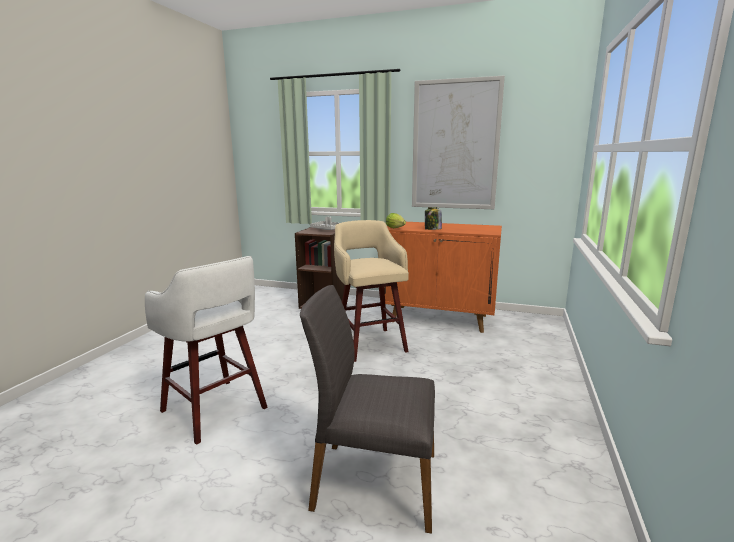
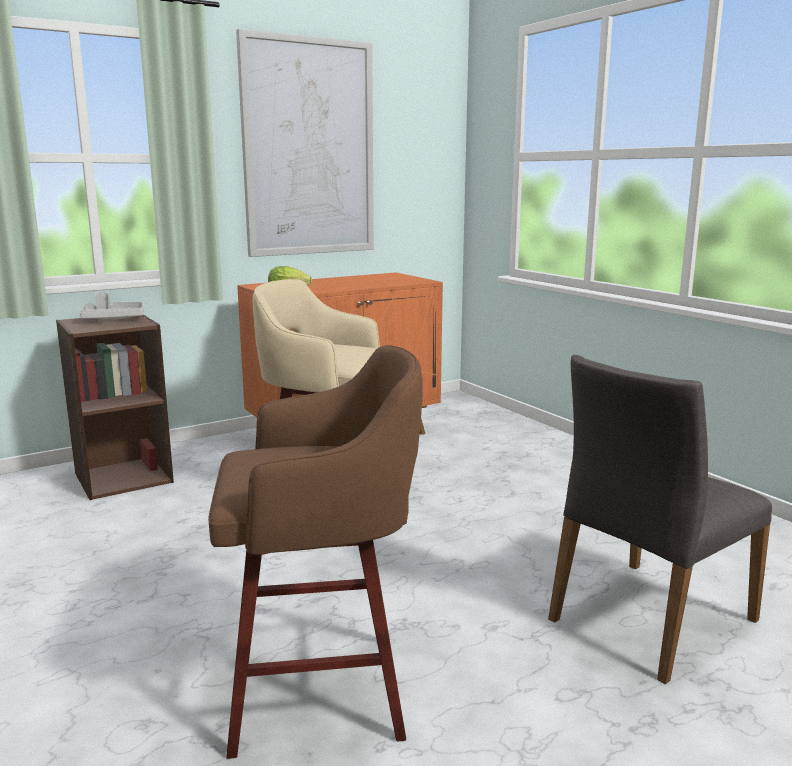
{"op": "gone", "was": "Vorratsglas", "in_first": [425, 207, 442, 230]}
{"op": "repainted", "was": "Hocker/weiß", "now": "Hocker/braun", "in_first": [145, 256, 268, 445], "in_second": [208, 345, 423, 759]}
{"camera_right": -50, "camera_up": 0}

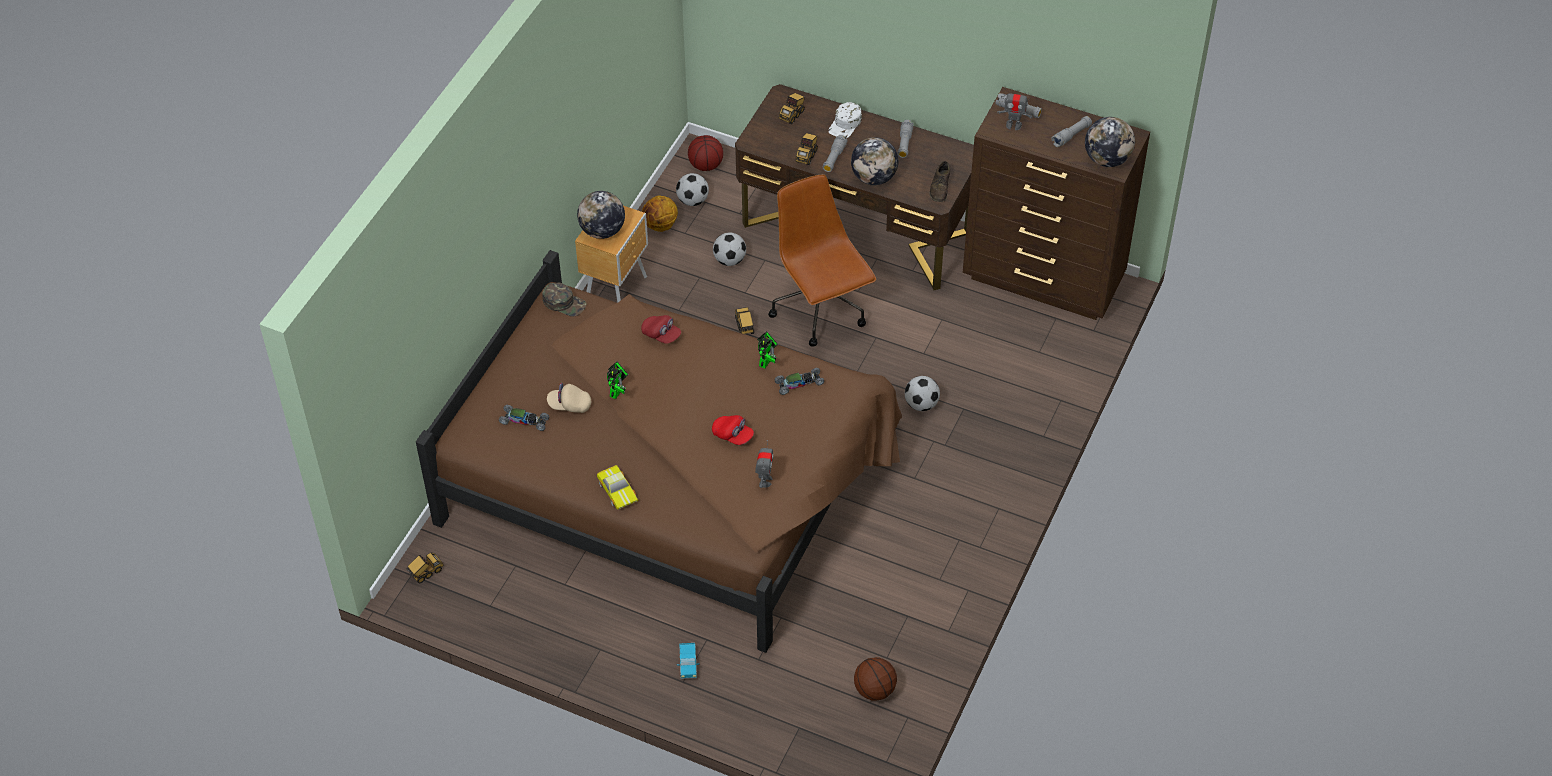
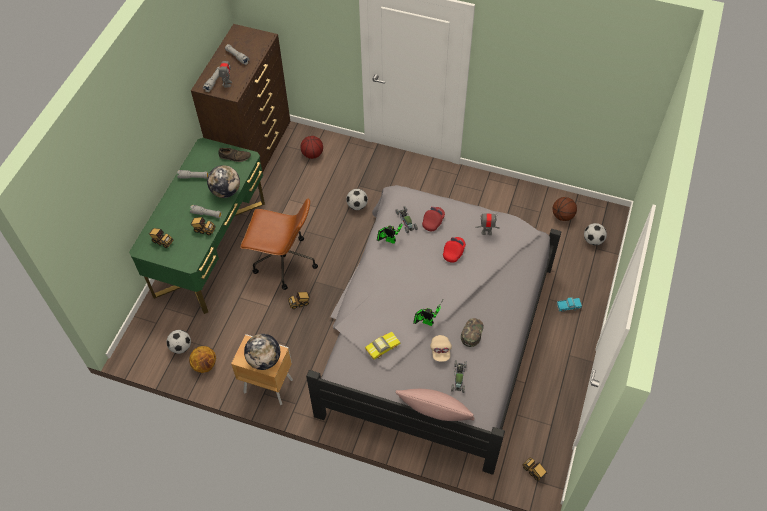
{"op": "gone", "was": "Kappe/weiß", "in_first": [828, 102, 862, 138]}
{"op": "gone", "was": "Globus", "in_first": [1085, 117, 1135, 167]}
{"op": "new", "now": "Kissen/rosa", "in_second": [395, 389, 475, 421]}
{"op": "shifted", "was": "Kappe/grün", "in_first": [542, 282, 586, 317], "in_second": [461, 318, 484, 347]}
{"op": "shifted", "was": "Spielzeugauto", "in_first": [597, 465, 639, 510], "in_second": [365, 332, 401, 360]}
{"op": "shifted", "was": "Kappe/rot", "in_first": [641, 315, 681, 344], "in_second": [422, 207, 445, 231]}
{"op": "shifted", "was": "Basketball", "in_first": [688, 135, 723, 171], "in_second": [300, 136, 323, 159]}
{"op": "shifted", "was": "Fußball", "in_first": [713, 232, 746, 266], "in_second": [584, 223, 607, 245]}
{"op": "repainted", "was": "Bett/braun", "now": "Bett/grau", "in_first": [416, 250, 902, 653], "in_second": [306, 185, 561, 475]}
{"op": "repainted", "was": "Schreibtisch/braun", "now": "Schreibtisch/grün", "in_first": [735, 84, 974, 290], "in_second": [129, 138, 265, 314]}
{"op": "rotated", "was": "Bürostuhl/braun", "in_first": [768, 174, 876, 347], "in_second": [240, 198, 318, 290], "clockwise": -135}
{"camera_right": -95, "camera_up": 5}

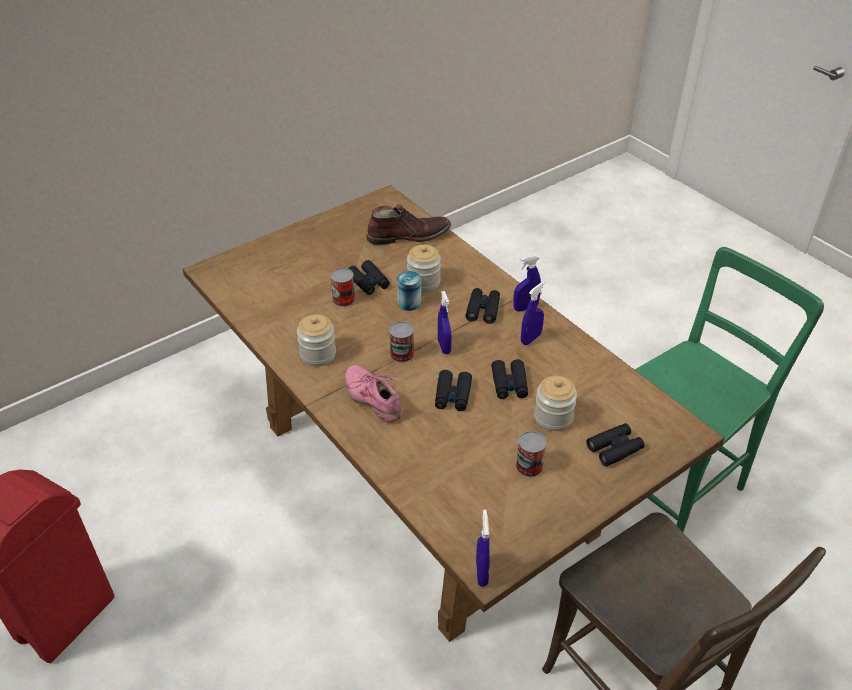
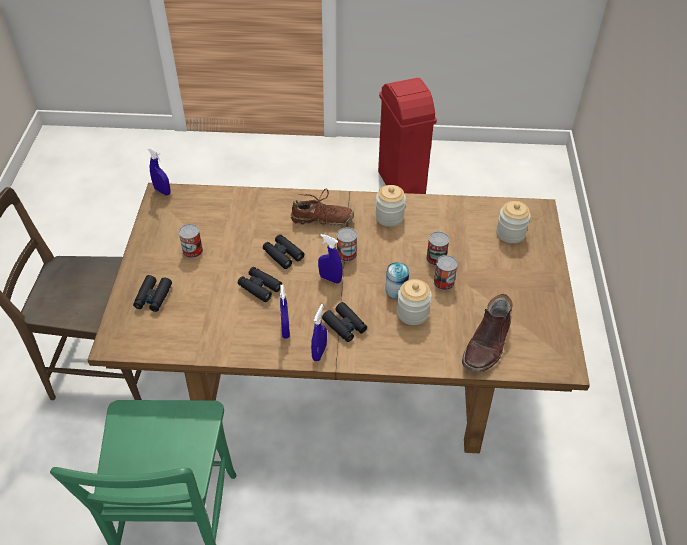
{"op": "shifted", "was": "Vorratsglas", "in_first": [534, 376, 577, 431], "in_second": [496, 201, 531, 243]}
{"op": "swapped", "was": "Fernglas/schwarz", "now": "Dose", "in_first": [348, 260, 390, 295], "in_second": [434, 255, 458, 290]}
{"op": "repainted", "was": "Schuh/rosa", "now": "Schuh/braun", "in_first": [345, 365, 405, 422], "in_second": [291, 189, 354, 226]}
{"camera_right": 130, "camera_up": 5}

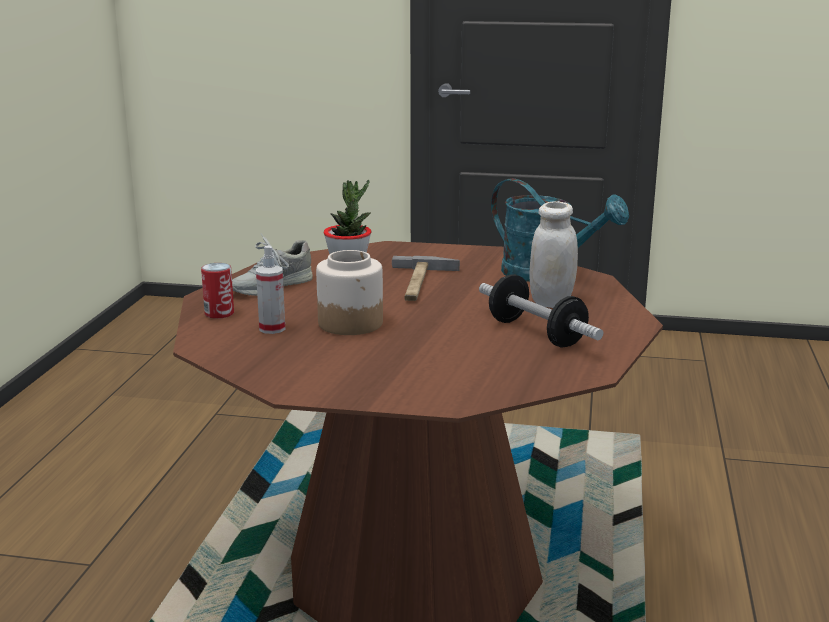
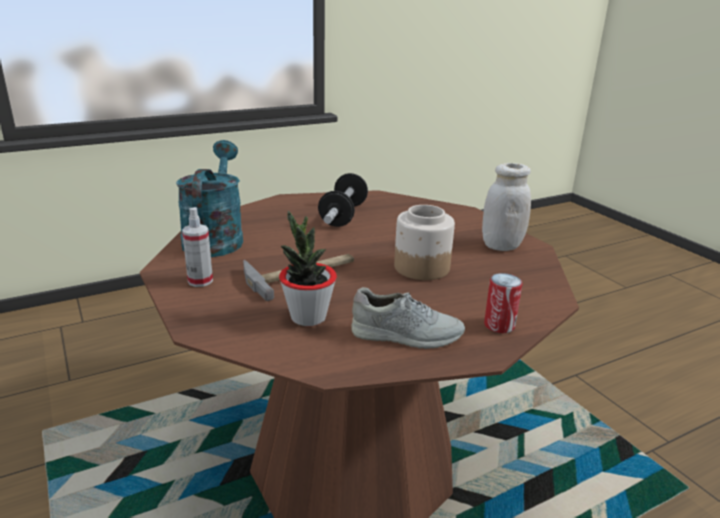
{"op": "shifted", "was": "Sprühflasche", "in_first": [256, 246, 285, 334], "in_second": [182, 207, 213, 287]}
{"op": "shifted", "was": "Vorratsglas/weiß", "in_first": [529, 201, 578, 308], "in_second": [482, 163, 531, 251]}
{"camera_right": -130, "camera_up": 5}

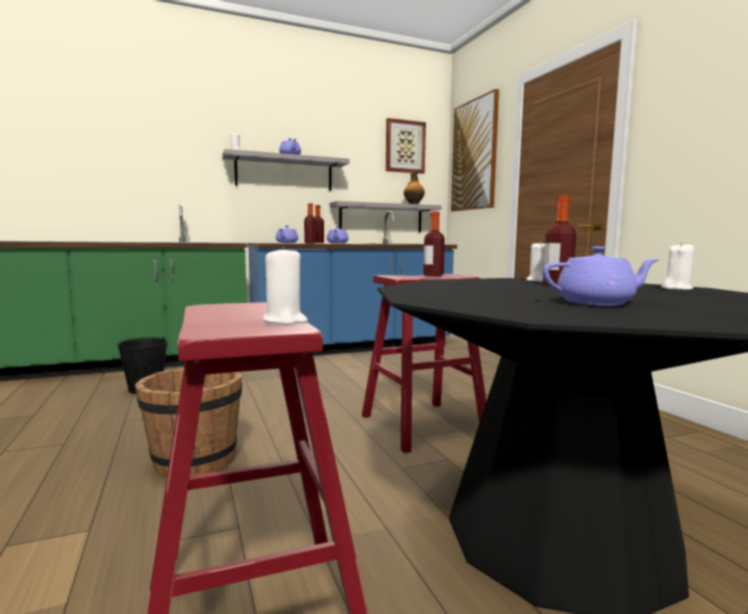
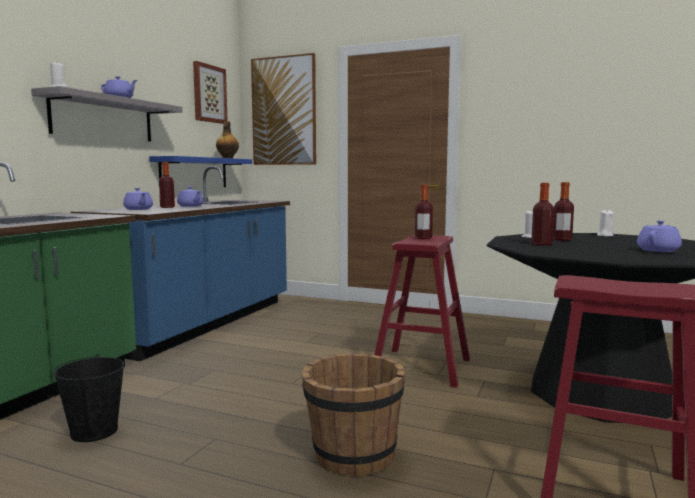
{"op": "gone", "was": "Kerze/weiß", "in_first": [263, 246, 308, 325]}
{"op": "shifted", "was": "Flasche", "in_first": [304, 203, 317, 243], "in_second": [531, 183, 554, 245]}
{"op": "repainted", "was": "Wandregal/grau", "now": "Wandregal/blau", "in_first": [329, 201, 441, 232], "in_second": [149, 156, 252, 187]}
{"camera_right": -45, "camera_up": 0}

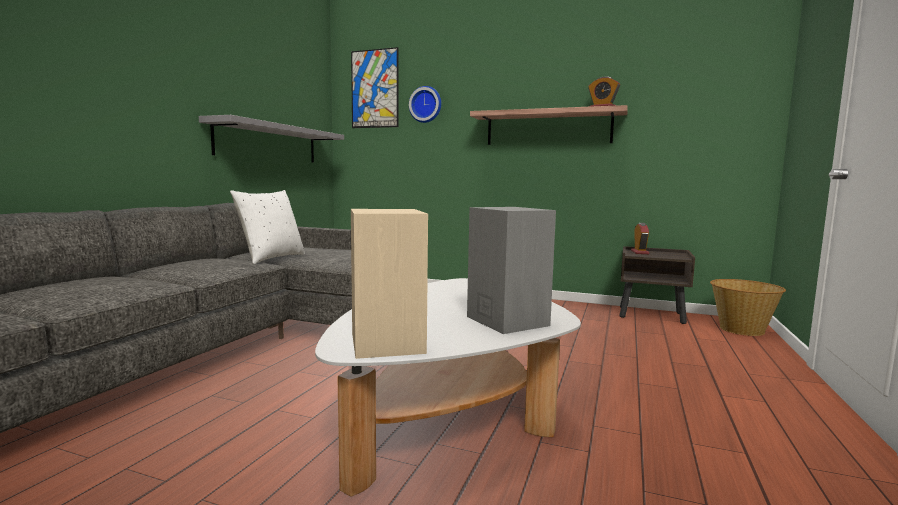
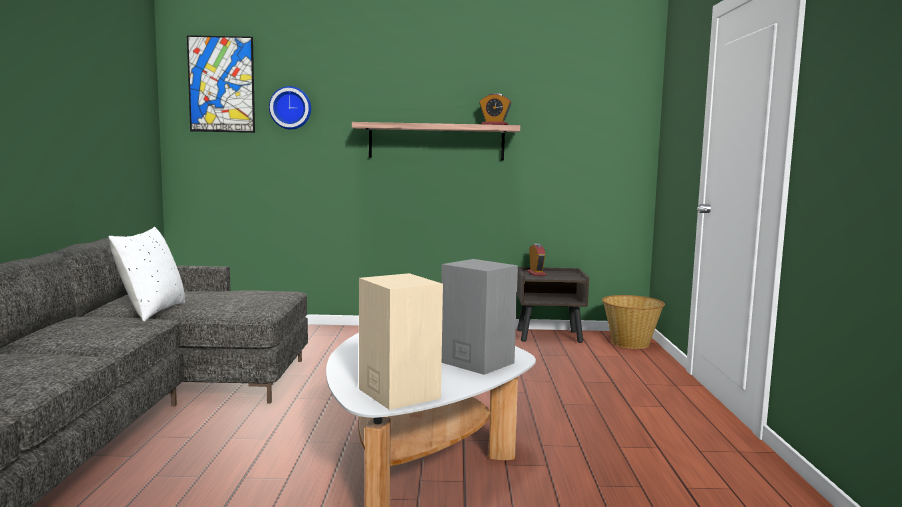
{"op": "gone", "was": "Wandregal/grau", "in_first": [199, 115, 344, 163]}
{"camera_right": -20, "camera_up": 0}

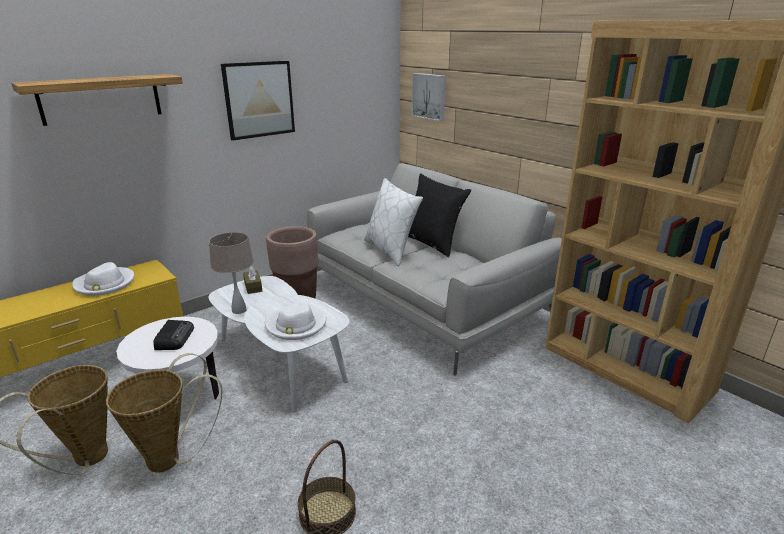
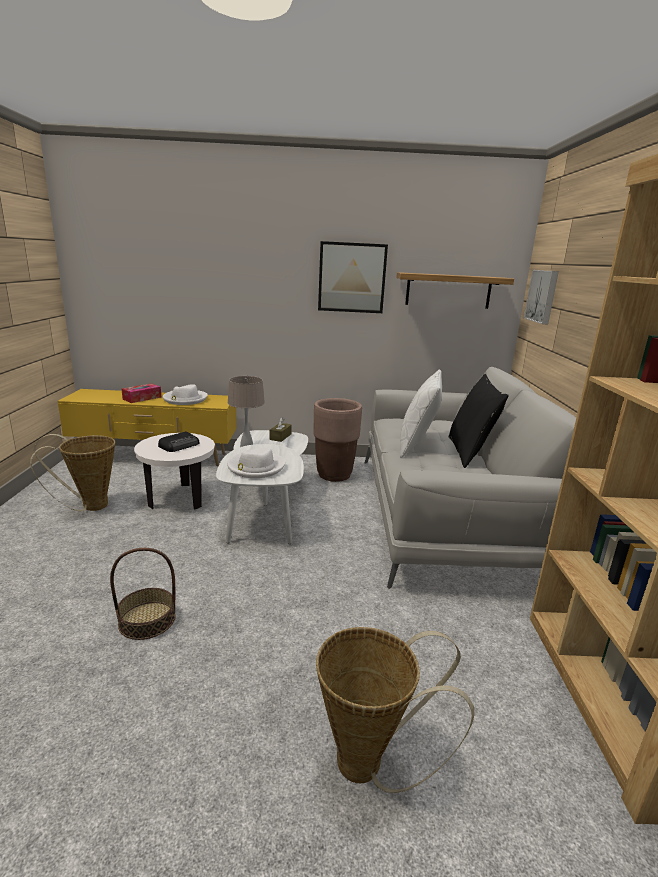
{"op": "new", "now": "Taschentuchbox", "in_second": [122, 383, 161, 403]}
{"op": "shifted", "was": "Wandregal", "in_first": [11, 74, 183, 126], "in_second": [396, 272, 514, 309]}
{"op": "shifted", "was": "Korb", "in_first": [106, 353, 223, 473], "in_second": [316, 627, 475, 793]}
{"camera_right": 40, "camera_up": -5}

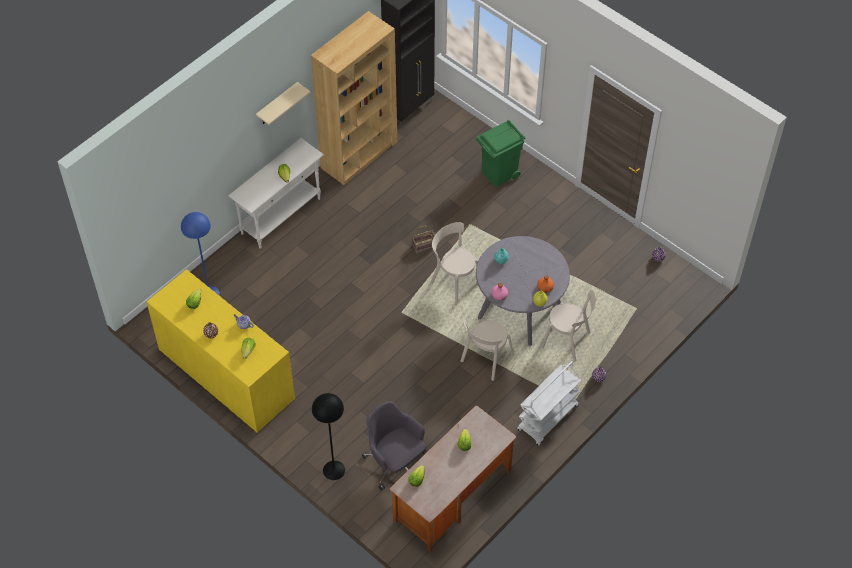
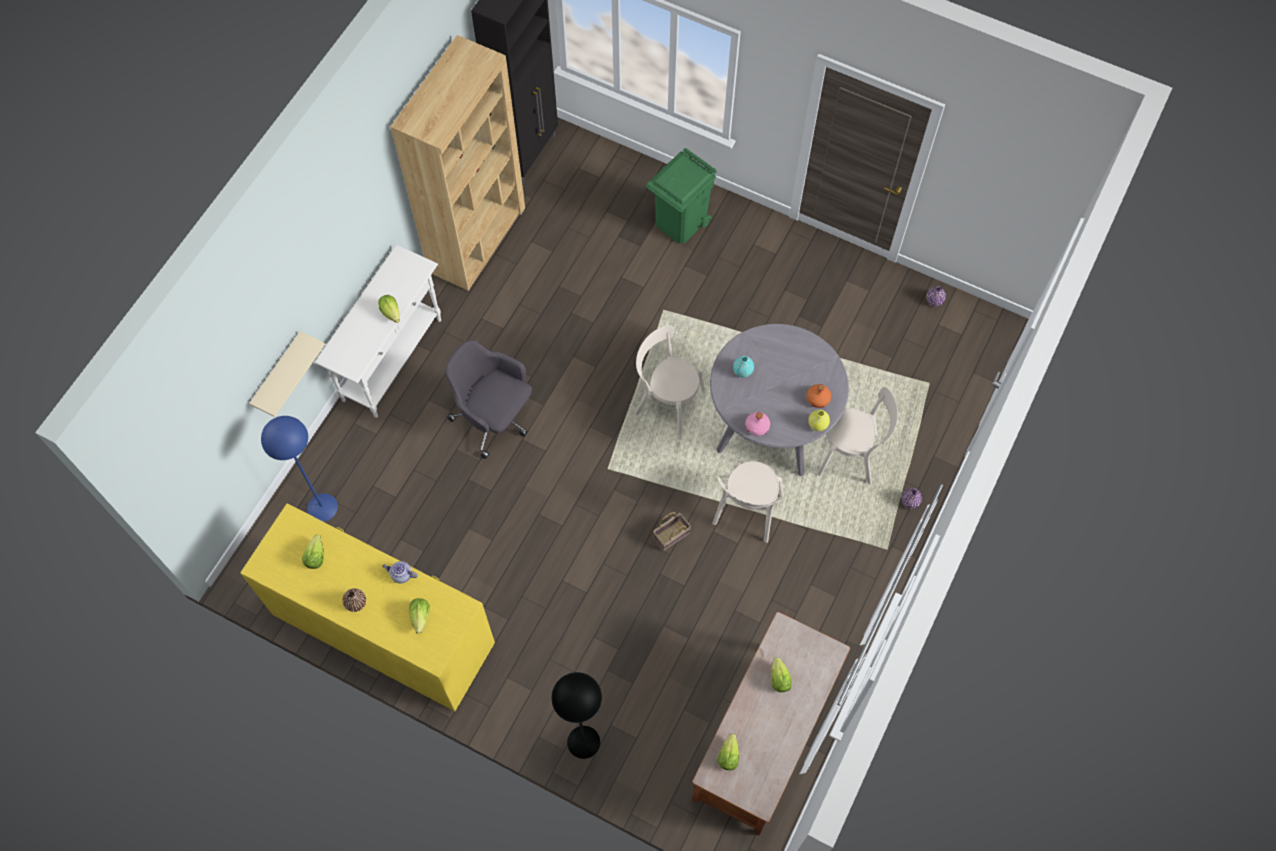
{"op": "gone", "was": "Rollwagen/weiß", "in_first": [517, 361, 581, 446]}
{"op": "shifted", "was": "Wandregal/beige", "in_first": [256, 82, 311, 125], "in_second": [249, 331, 325, 417]}
{"op": "shifted", "was": "Bürostuhl/grau", "in_first": [362, 401, 426, 491], "in_second": [446, 340, 532, 459]}
{"op": "shifted", "was": "Korb", "in_first": [412, 226, 435, 252], "in_second": [653, 512, 691, 551]}
{"camera_right": -15, "camera_up": 10}

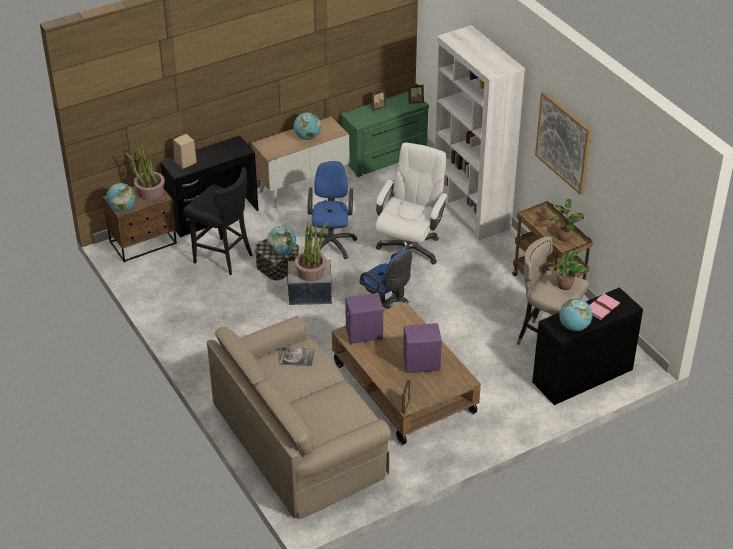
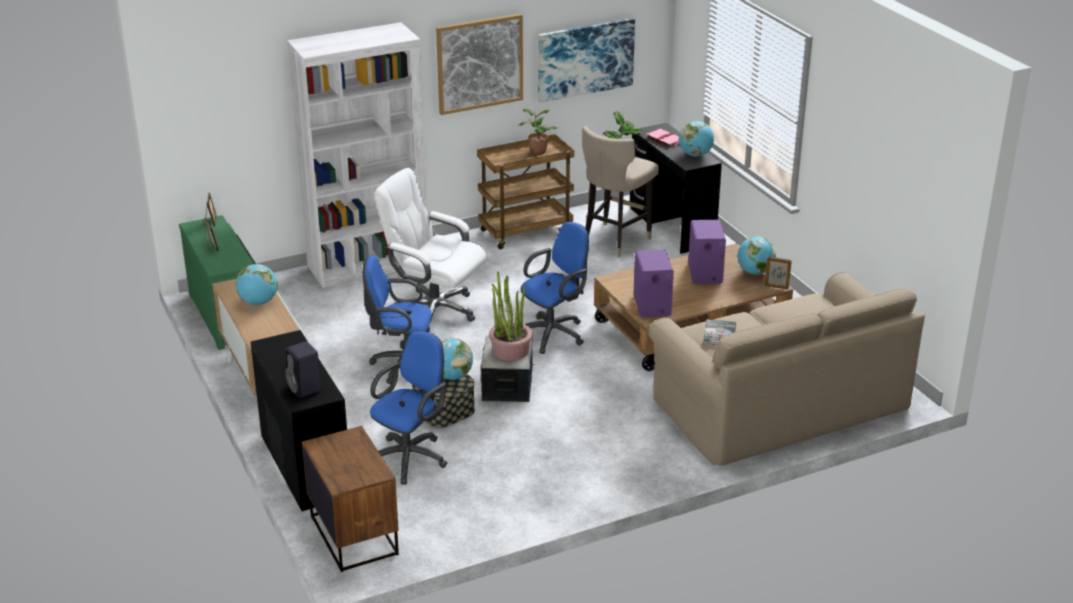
{"op": "gone", "was": "Topfpflanze", "in_first": [125, 145, 165, 200]}
{"op": "new", "now": "Bild", "in_second": [538, 18, 635, 103]}
{"op": "shifted", "was": "Globus", "in_first": [106, 183, 136, 212], "in_second": [738, 236, 776, 274]}
{"op": "swapped", "was": "Hocker/schwarz", "now": "Bürostuhl/blau", "in_first": [183, 167, 252, 275], "in_second": [370, 331, 447, 484]}
{"op": "repainted", "was": "Lautsprecher/beige", "now": "Lautsprecher/schwarz", "in_first": [173, 134, 197, 169], "in_second": [286, 341, 322, 398]}
{"camera_right": -85, "camera_up": -10}

